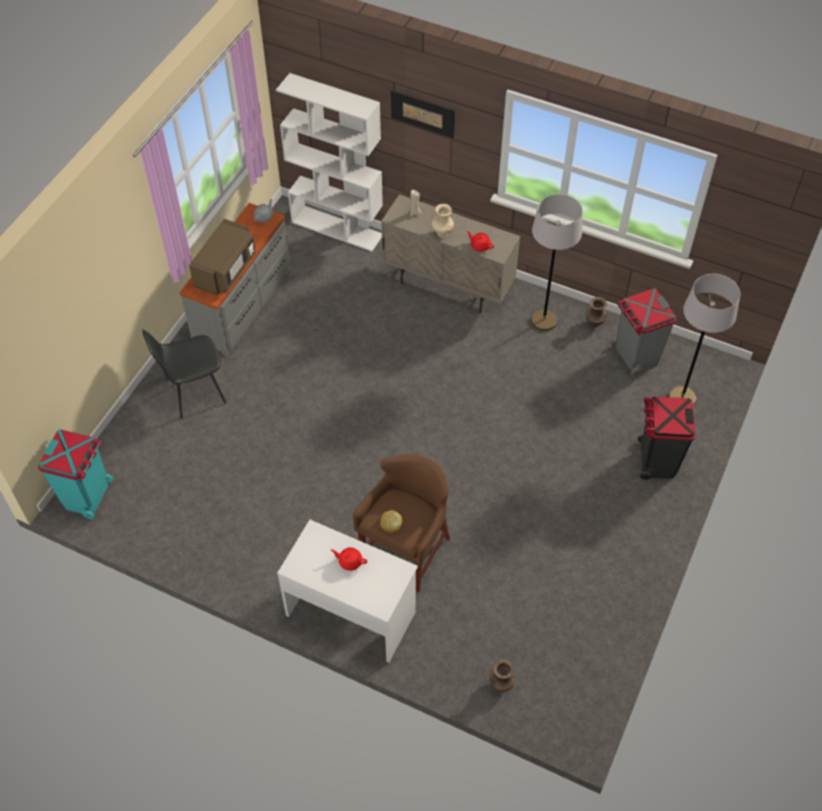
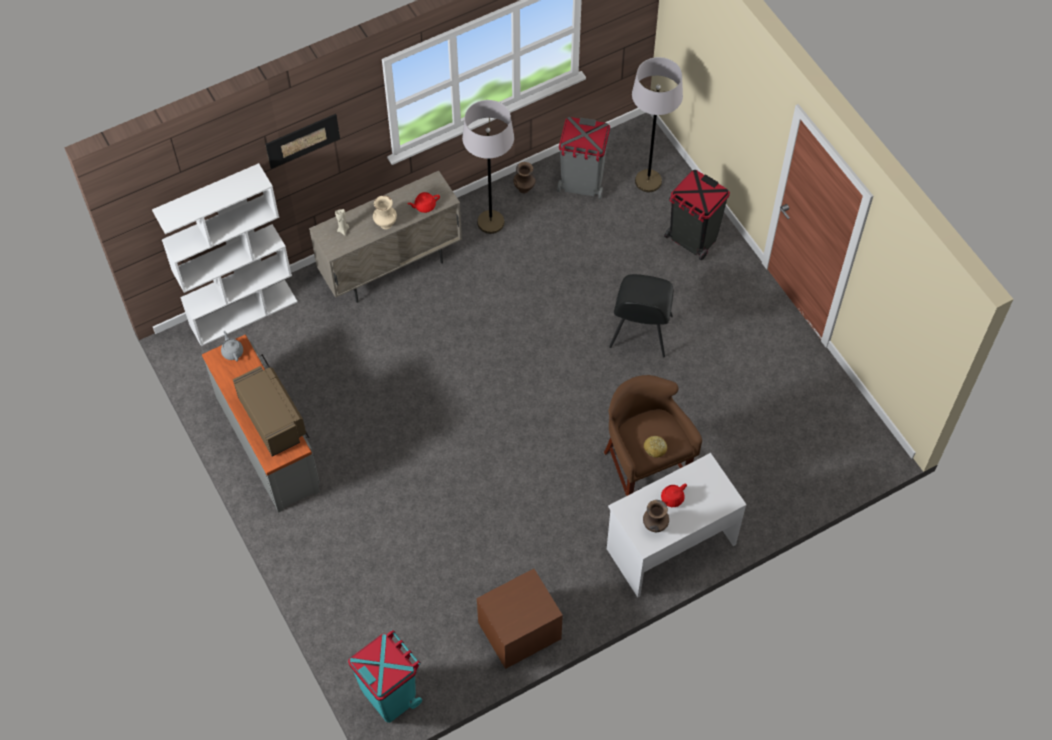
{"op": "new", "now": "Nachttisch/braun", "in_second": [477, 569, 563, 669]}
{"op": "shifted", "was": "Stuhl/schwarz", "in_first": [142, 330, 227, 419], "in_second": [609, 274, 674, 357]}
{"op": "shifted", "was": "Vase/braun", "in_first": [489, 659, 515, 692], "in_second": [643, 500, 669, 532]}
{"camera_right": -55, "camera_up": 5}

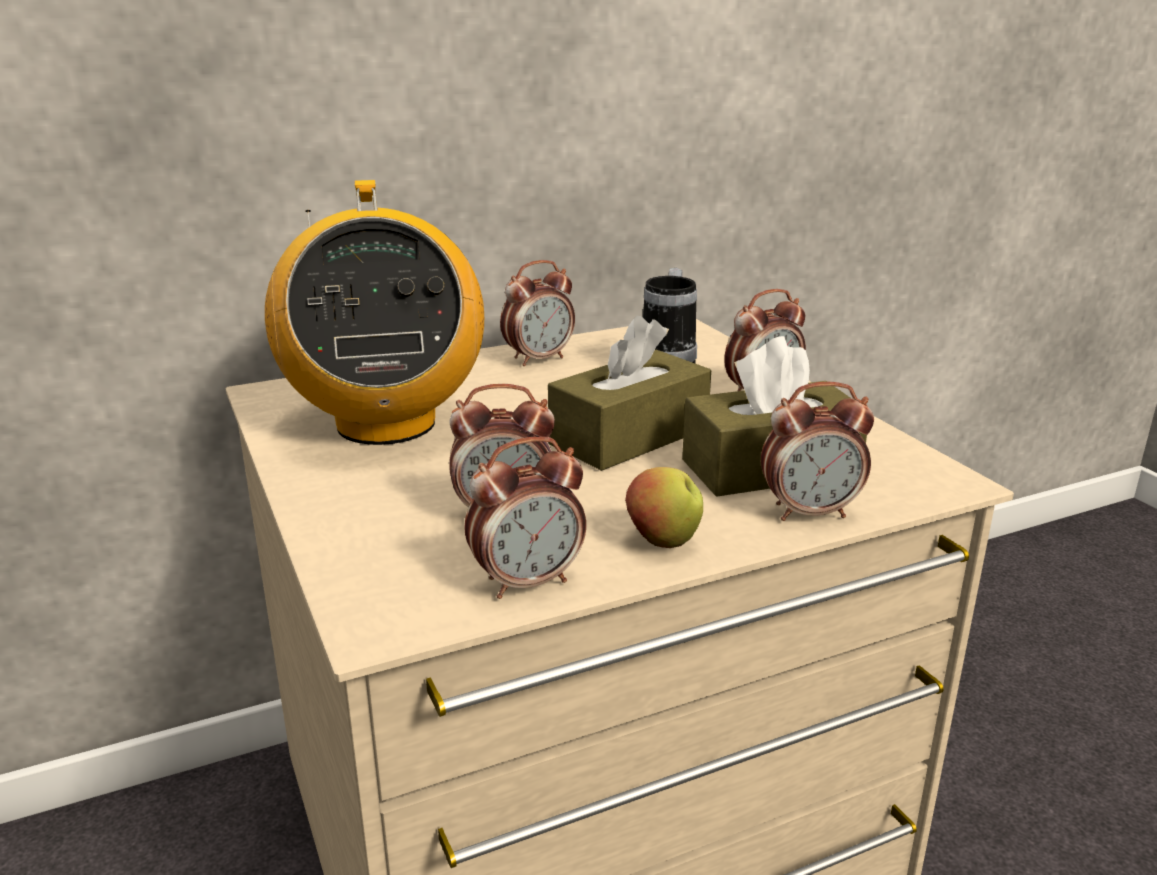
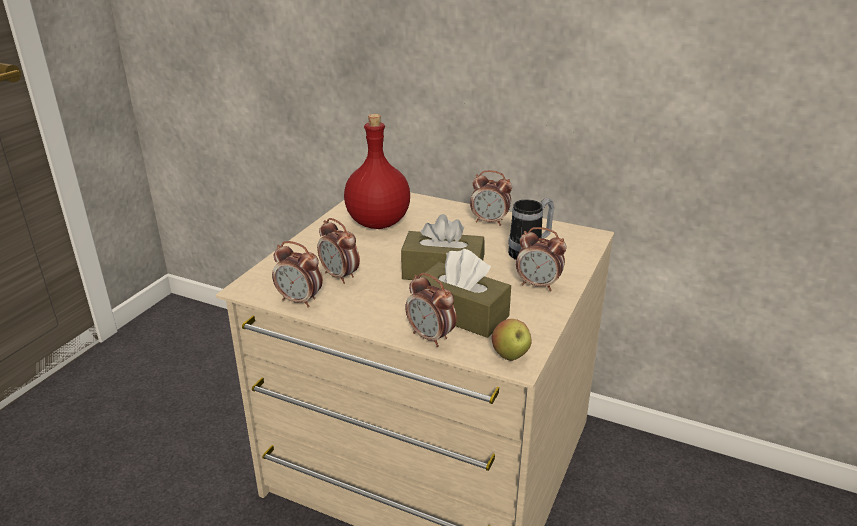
{"op": "shifted", "was": "Apfel", "in_first": [625, 467, 703, 548], "in_second": [492, 319, 532, 361]}
{"op": "swapped", "was": "Radio", "now": "Flasche/rot", "in_first": [265, 180, 484, 445], "in_second": [344, 114, 410, 229]}
{"camera_right": 50, "camera_up": 5}

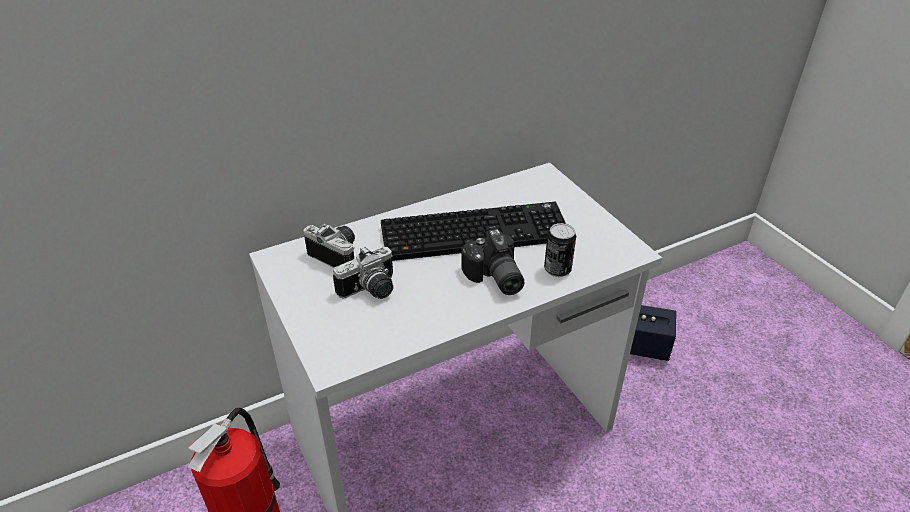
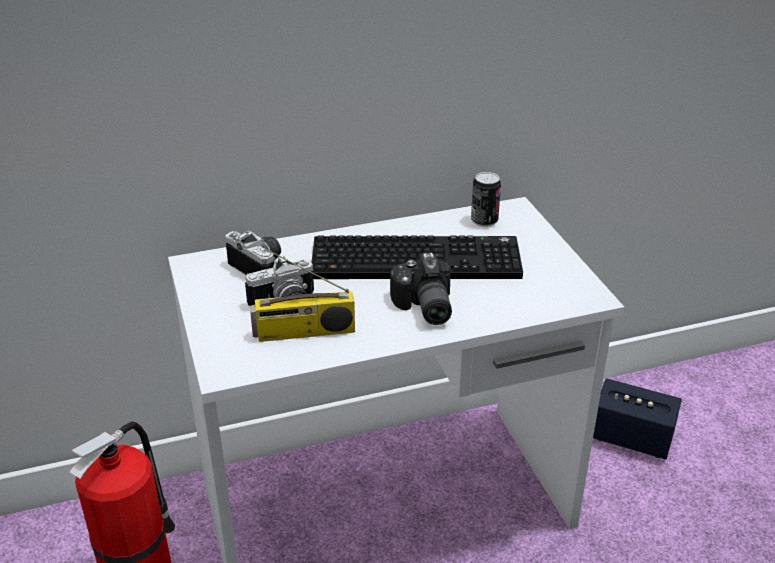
{"op": "new", "now": "Radio", "in_second": [250, 249, 355, 342]}
{"op": "shifted", "was": "Dose", "in_first": [544, 223, 576, 277], "in_second": [471, 172, 501, 227]}
{"camera_right": 10, "camera_up": -5}

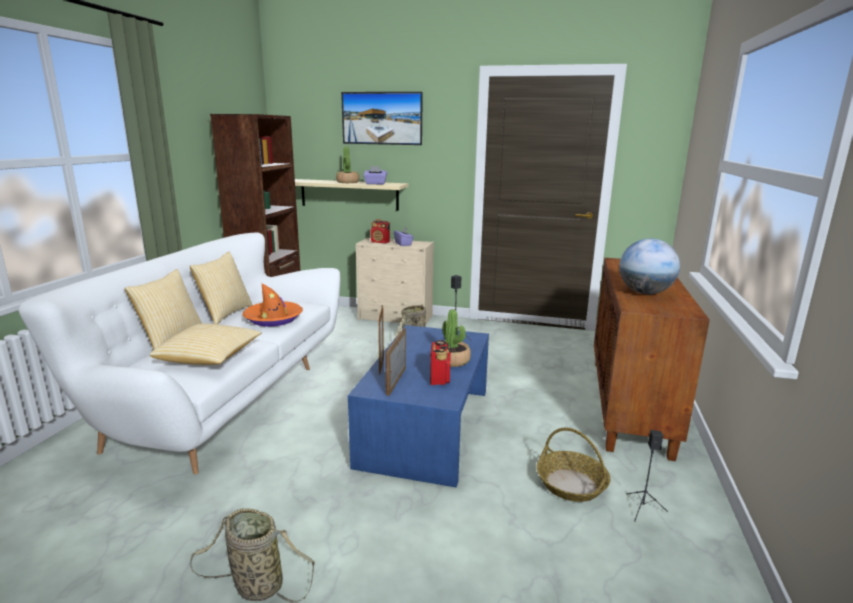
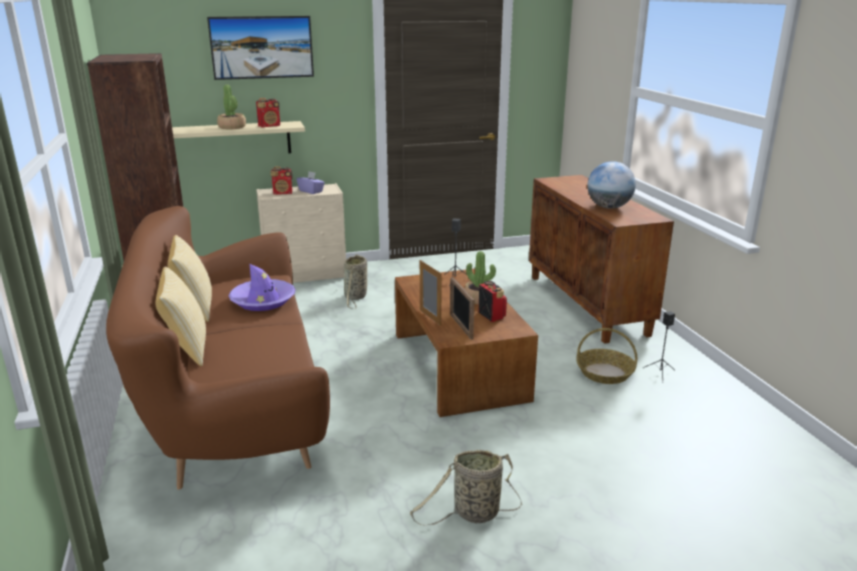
{"op": "gone", "was": "Kissen", "in_first": [150, 323, 262, 365]}
{"op": "swapped", "was": "Taschentuchbox/lila", "now": "Radio", "in_first": [364, 166, 387, 185], "in_second": [256, 98, 280, 127]}
{"op": "repainted", "was": "Sofa/weiß", "now": "Sofa/braun", "in_first": [18, 233, 341, 475], "in_second": [106, 206, 330, 490]}
{"op": "repainted", "was": "Hut/orange", "now": "Hut/lila", "in_first": [243, 283, 303, 326], "in_second": [229, 264, 296, 311]}
{"op": "repainted", "was": "Couchtisch/blau", "now": "Couchtisch/braun", "in_first": [348, 325, 489, 487], "in_second": [395, 269, 538, 417]}
{"camera_right": -30, "camera_up": 5}

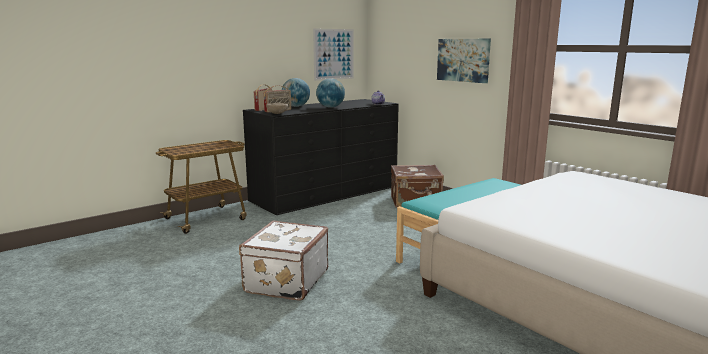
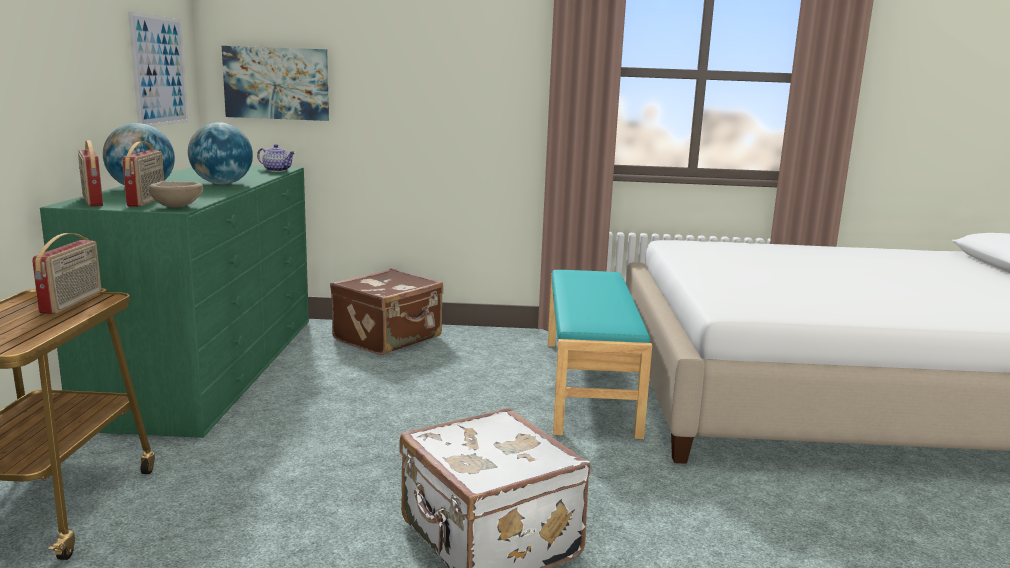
{"op": "new", "now": "Radio", "in_second": [32, 233, 101, 314]}
{"op": "shifted", "was": "Bild", "in_first": [437, 39, 491, 83], "in_second": [222, 46, 329, 121]}
{"op": "repainted", "was": "Kommode/schwarz", "now": "Kommode/grün", "in_first": [243, 99, 399, 215], "in_second": [40, 165, 309, 438]}
{"camera_right": -50, "camera_up": 0}

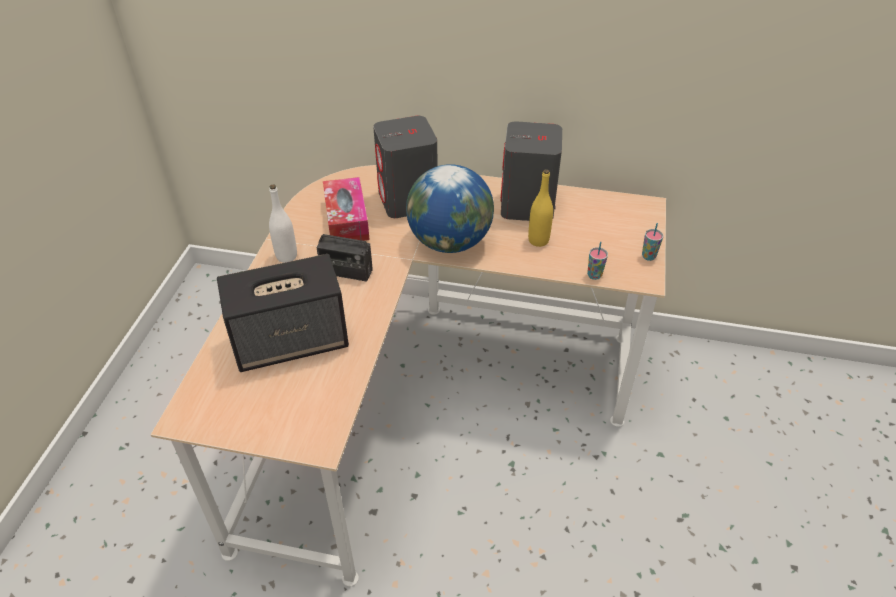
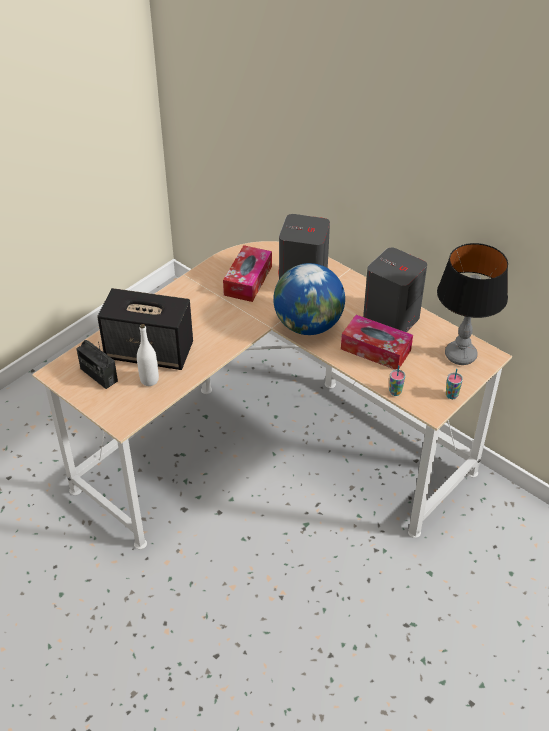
{"op": "new", "now": "Tischlampe", "in_second": [437, 243, 508, 365]}
{"op": "shifted", "was": "Flasche/weiß", "in_first": [269, 185, 297, 263], "in_second": [137, 324, 159, 386]}
{"op": "shifted", "was": "Radio", "in_first": [316, 221, 373, 282], "in_second": [76, 340, 118, 389]}
{"op": "swapped", "was": "Flasche/gelb", "now": "Taschentuchbox", "in_first": [528, 169, 553, 247], "in_second": [341, 315, 413, 369]}
{"camera_right": 30, "camera_up": 0}

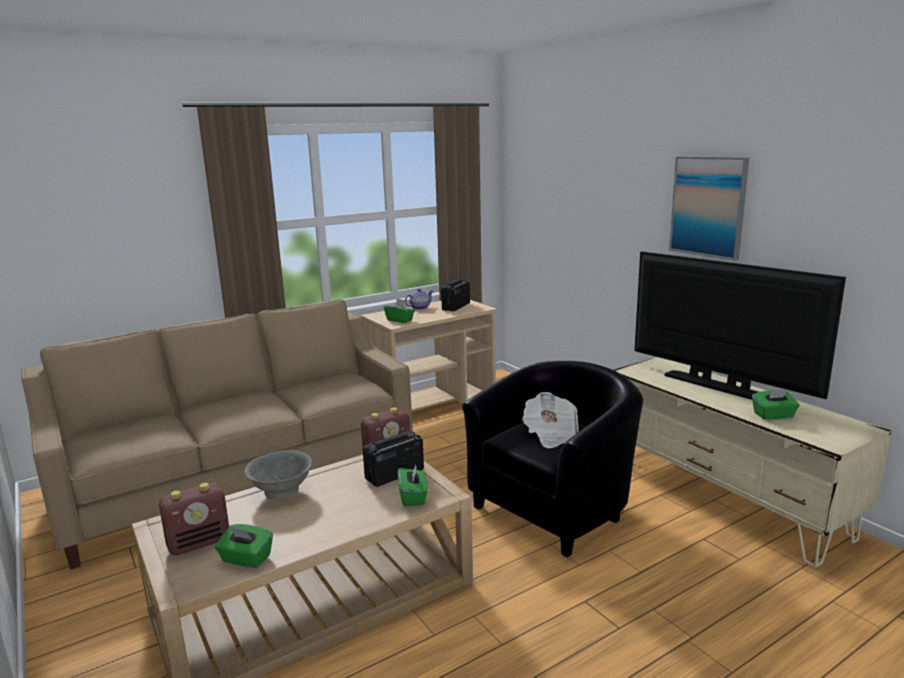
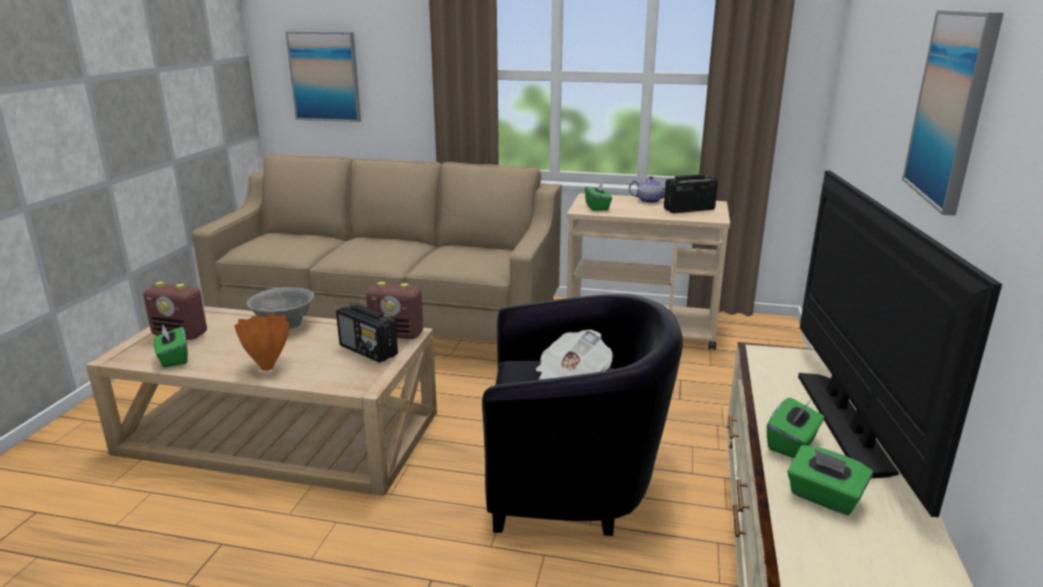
{"op": "new", "now": "Vase/orange", "in_second": [234, 314, 289, 371]}
{"op": "new", "now": "Bild", "in_second": [286, 31, 361, 122]}
{"op": "shifted", "was": "Taschentuchbox/grün", "in_first": [397, 465, 428, 506], "in_second": [767, 398, 824, 458]}
{"op": "rotated", "was": "Radio", "in_first": [363, 431, 424, 487], "in_second": [336, 304, 398, 363], "clockwise": -150}
{"camera_right": 45, "camera_up": 5}

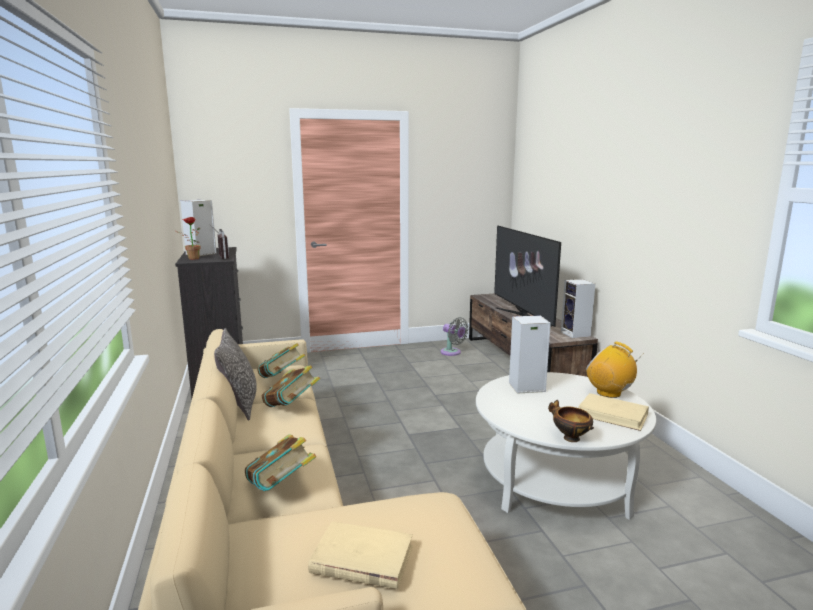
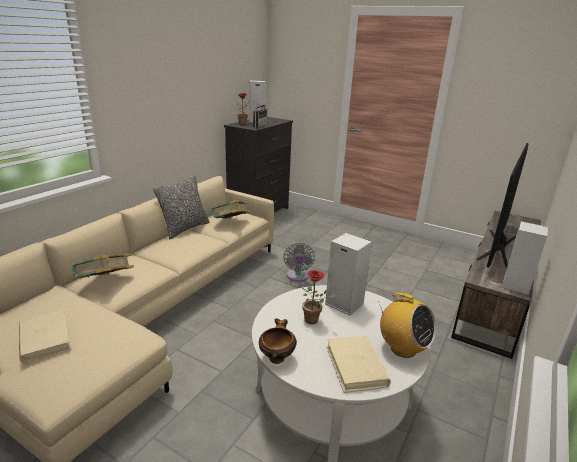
{"op": "gone", "was": "Buch", "in_first": [262, 365, 320, 407]}
{"op": "new", "now": "Topfpflanze", "in_second": [302, 270, 336, 324]}
{"op": "shifted", "was": "Ventilator/grau", "in_first": [440, 317, 469, 356], "in_second": [283, 243, 315, 281]}
{"op": "rotated", "was": "Radio", "in_first": [586, 342, 644, 398], "in_second": [378, 293, 436, 358], "clockwise": 135}
{"camera_right": 45, "camera_up": 10}

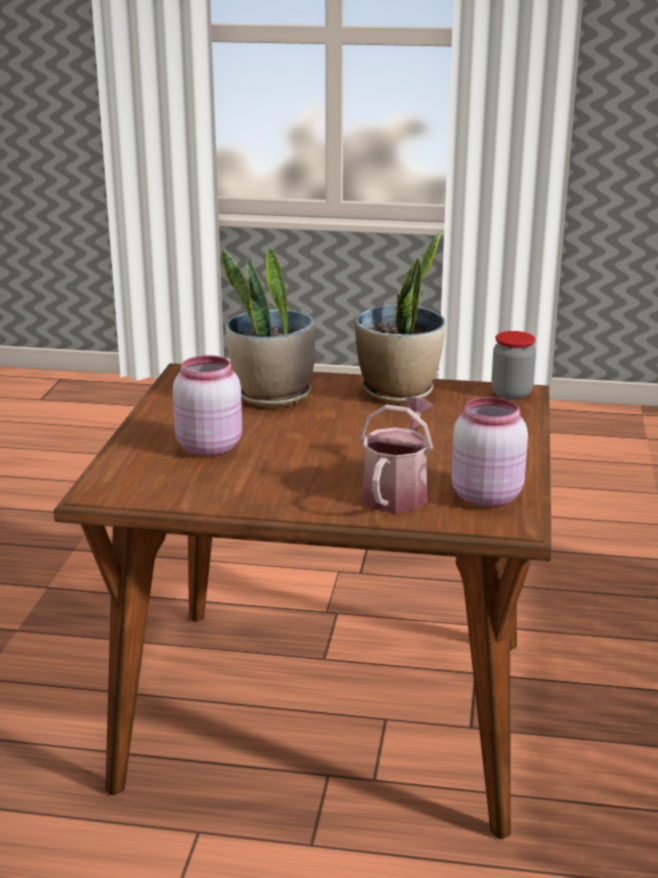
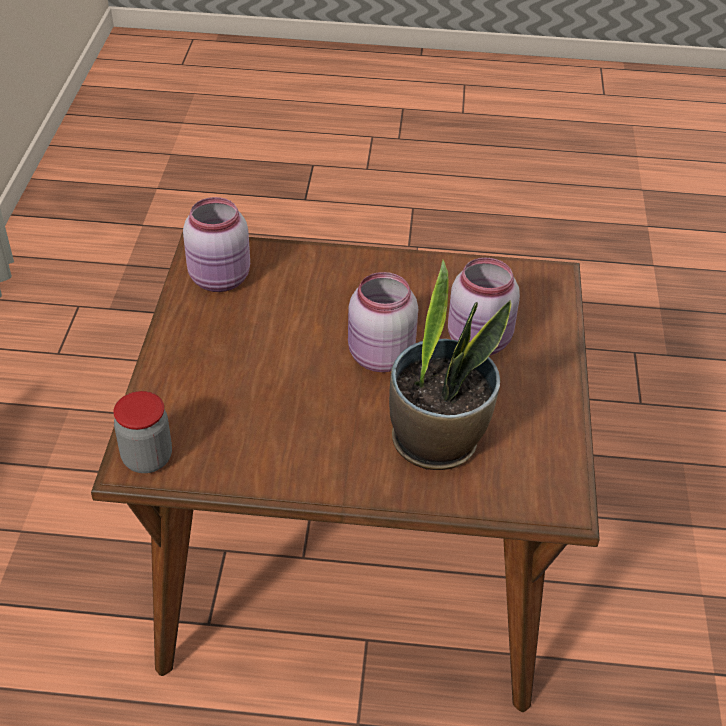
{"op": "gone", "was": "Topfpflanze", "in_first": [355, 231, 445, 404]}
{"op": "gone", "was": "Gießkanne", "in_first": [360, 397, 433, 513]}
{"op": "new", "now": "Vorratsglas/rosa", "in_second": [348, 272, 418, 372]}
{"camera_right": 175, "camera_up": 20}

